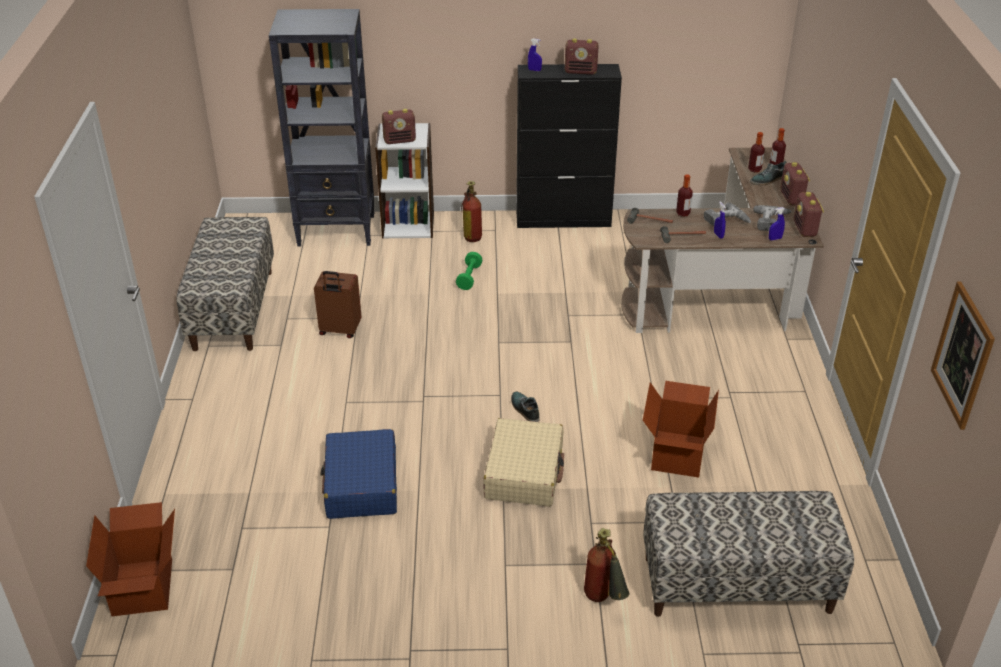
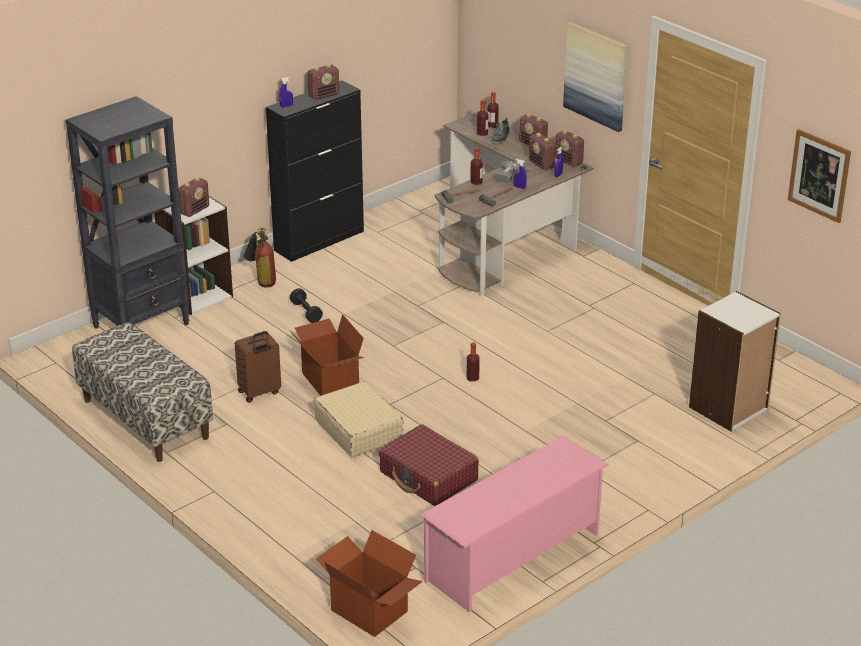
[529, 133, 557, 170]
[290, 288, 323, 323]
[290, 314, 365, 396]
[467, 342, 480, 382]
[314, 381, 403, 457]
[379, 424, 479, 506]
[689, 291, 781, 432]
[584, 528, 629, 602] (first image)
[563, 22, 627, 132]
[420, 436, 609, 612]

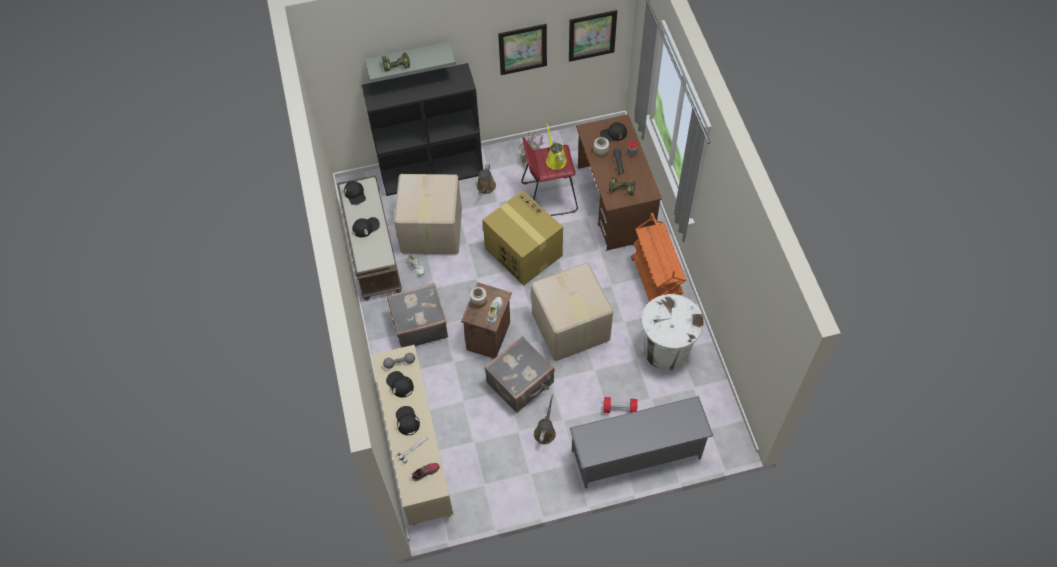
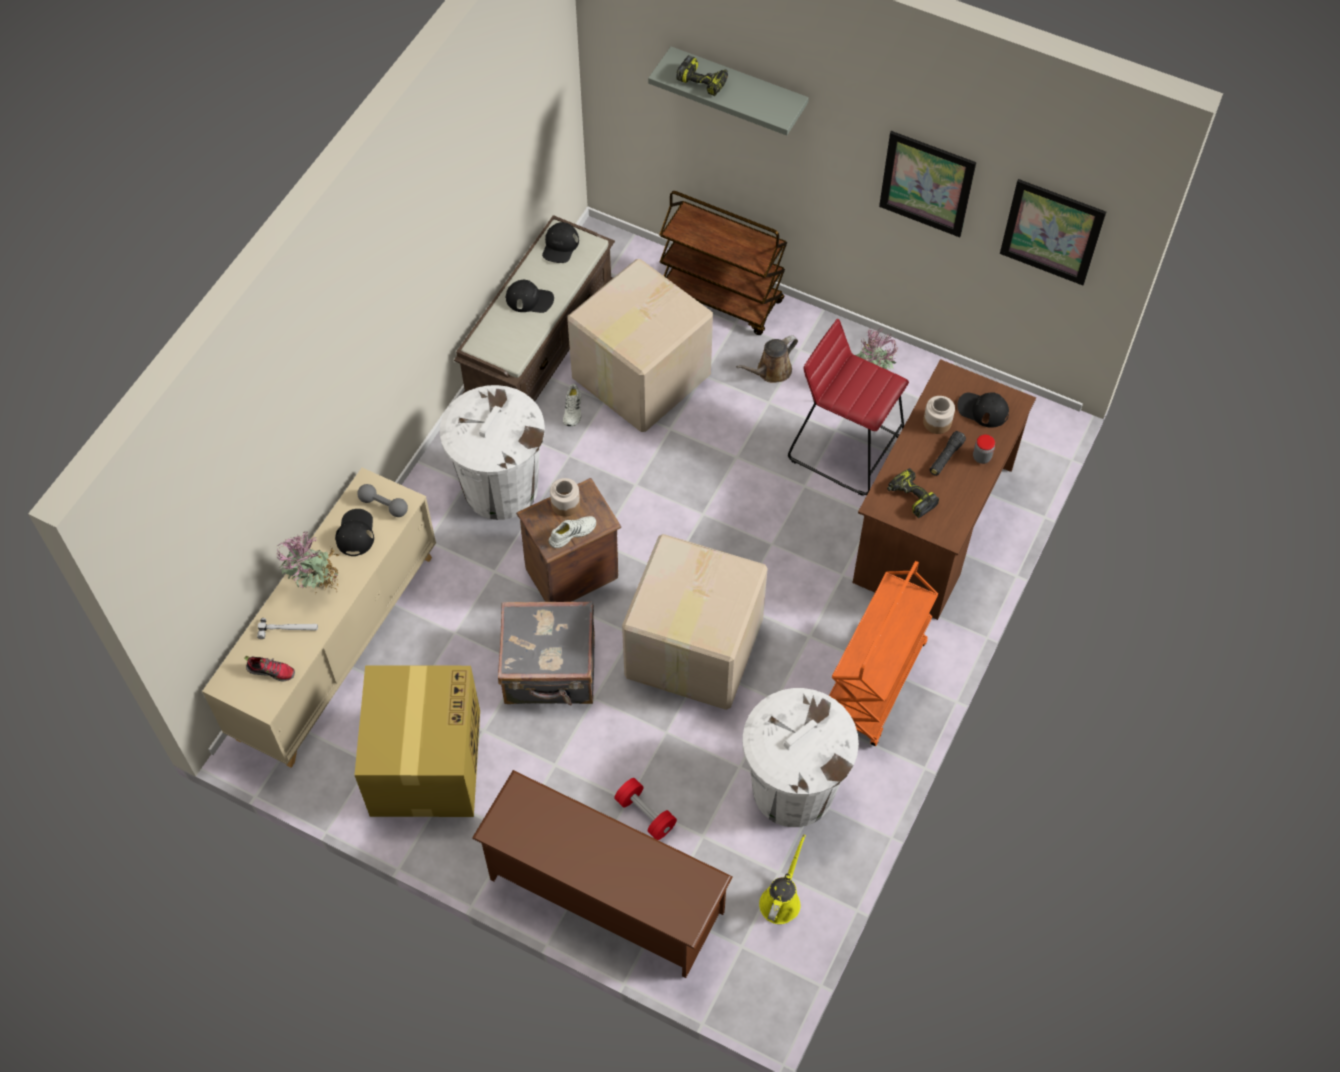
[659, 191, 787, 335]
[759, 834, 806, 924]
[354, 665, 480, 817]
[440, 385, 545, 520]
[534, 395, 556, 444] (first image)
[472, 770, 733, 978]
[277, 531, 339, 594]

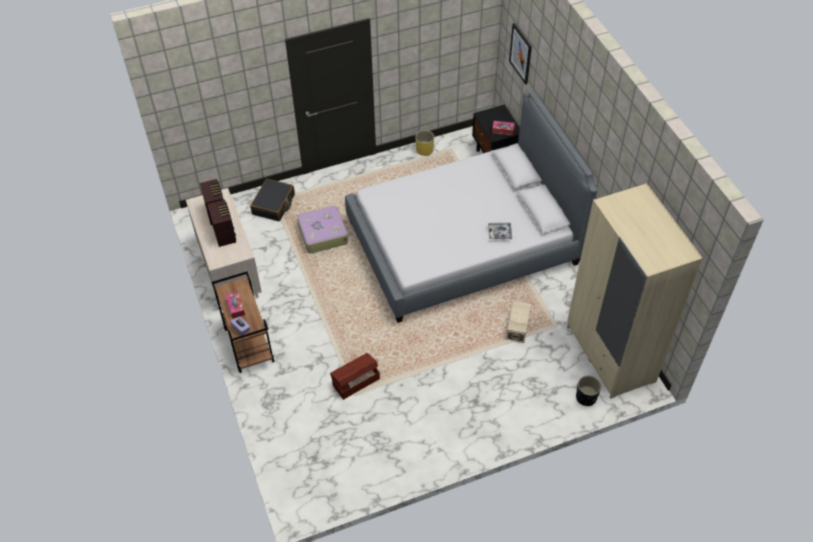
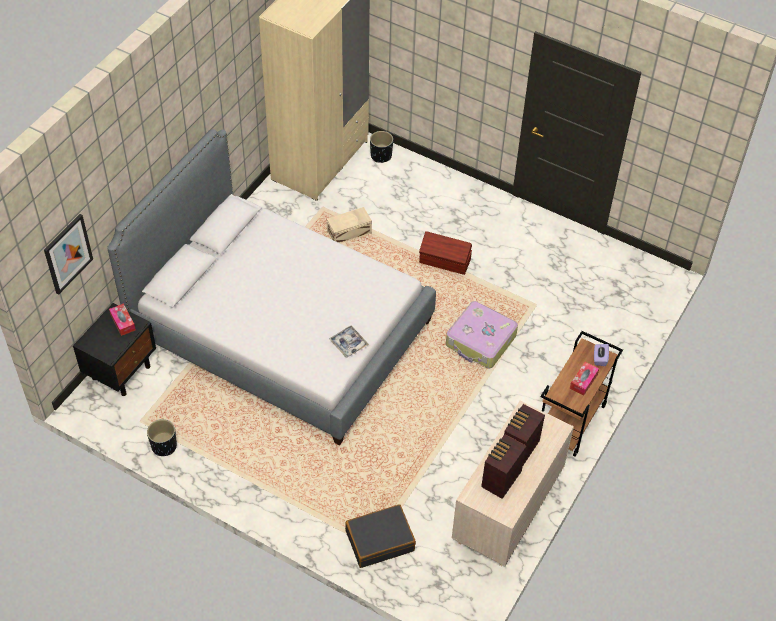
[147, 419, 177, 456]
[446, 301, 518, 368]
[329, 326, 369, 357]
[419, 231, 472, 275]

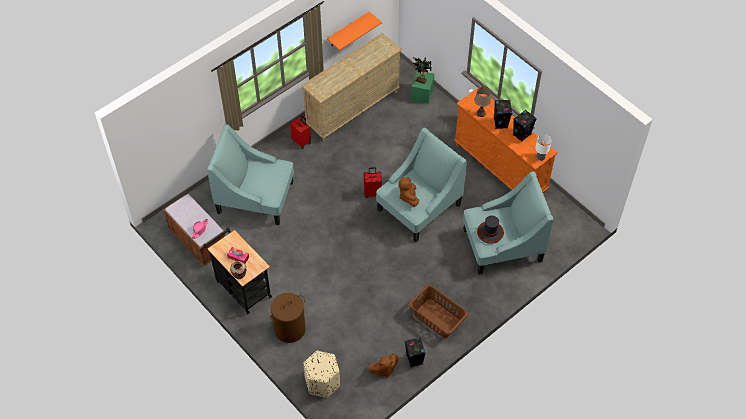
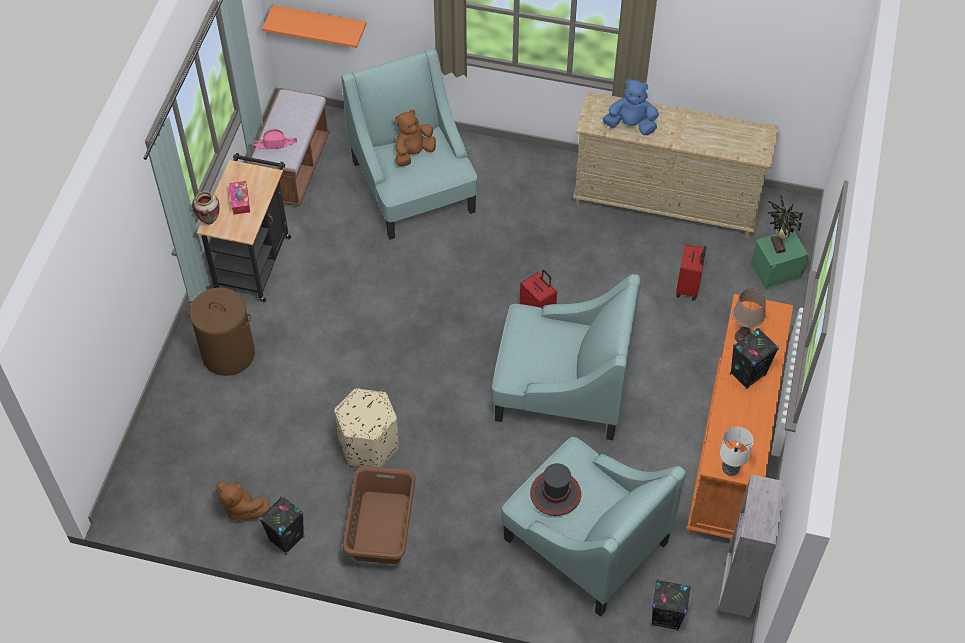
[262, 5, 366, 48]
[651, 579, 691, 631]
[676, 244, 706, 300]
[395, 110, 436, 166]
[334, 388, 399, 467]
[603, 78, 659, 135]
[715, 474, 786, 621]

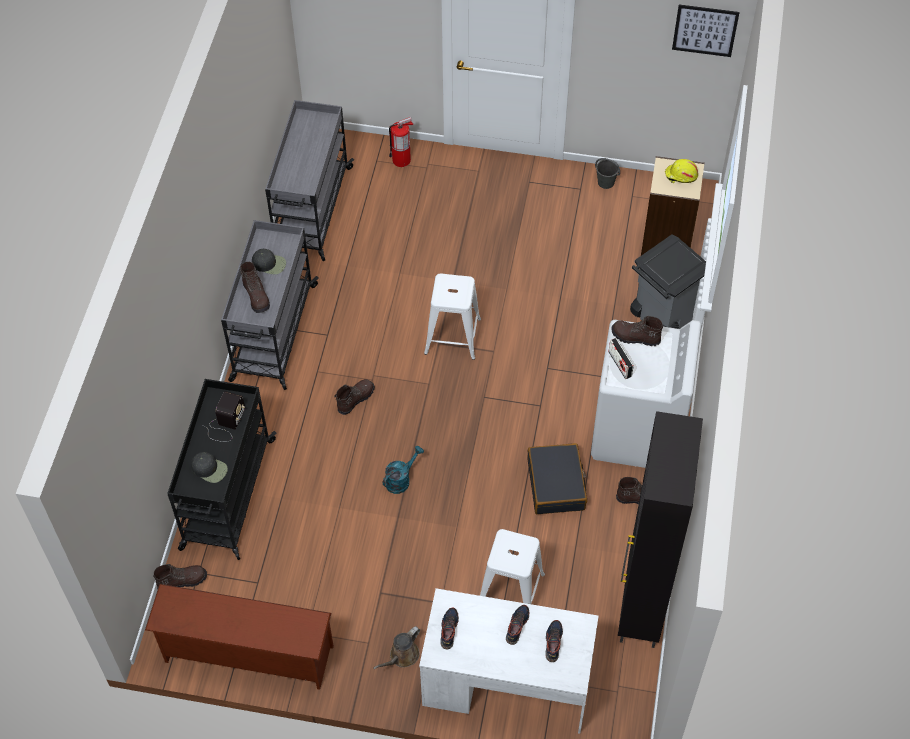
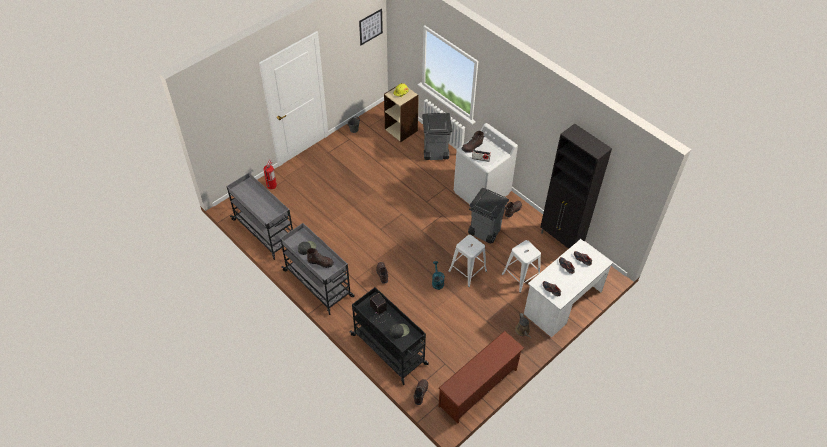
[448, 235, 487, 287]
[468, 188, 509, 243]

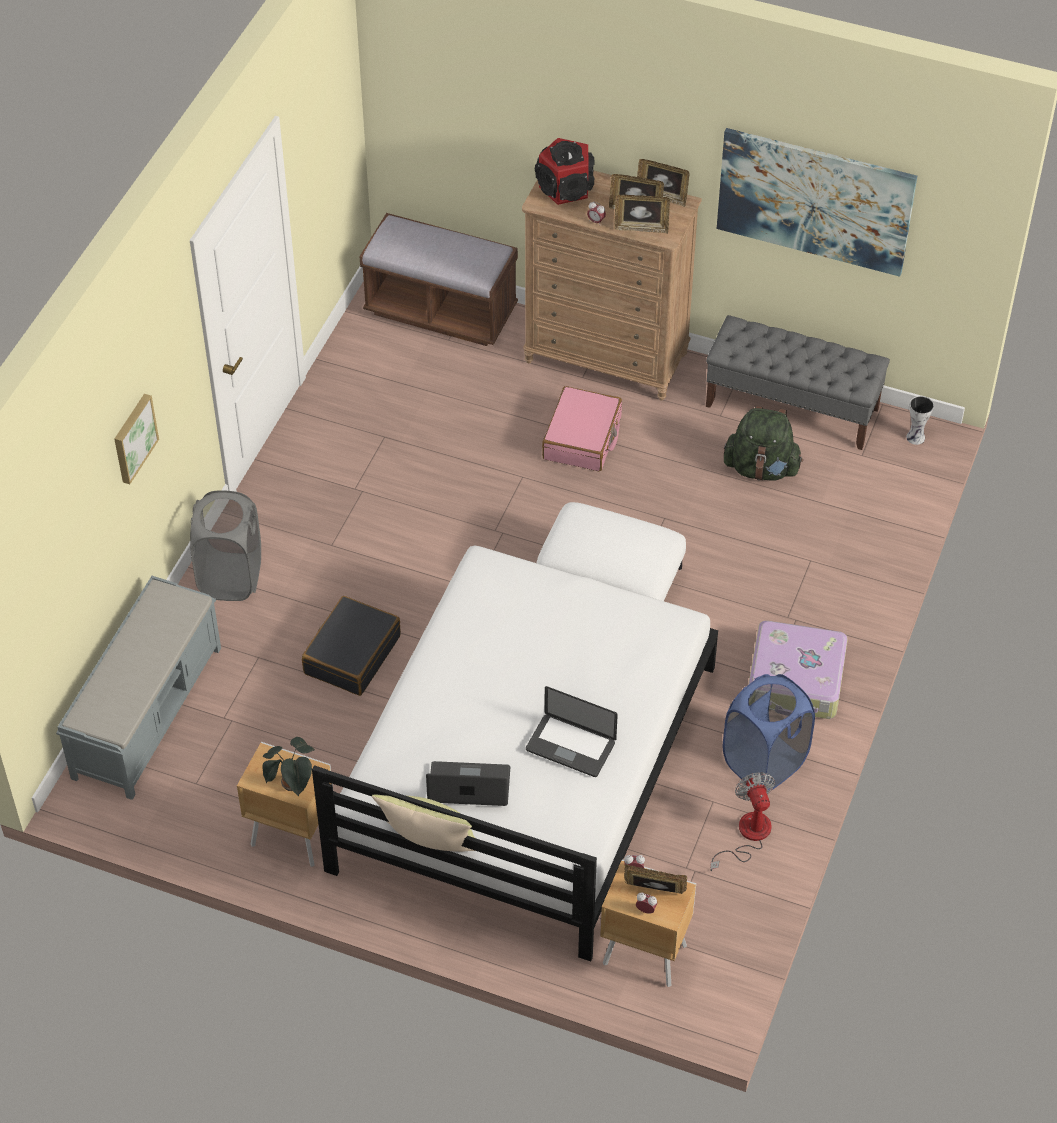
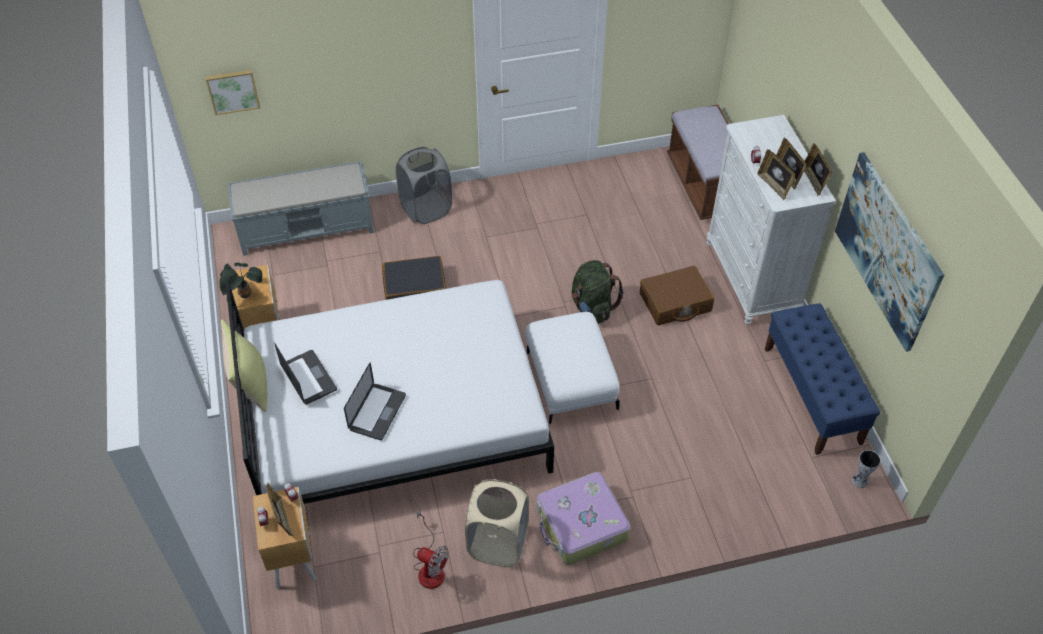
[535, 138, 594, 205] (first image)
[707, 115, 836, 325]
[765, 303, 880, 455]
[640, 266, 714, 325]
[206, 70, 260, 115]
[572, 260, 624, 324]
[465, 479, 529, 567]
[344, 362, 406, 440]
[413, 509, 449, 589]

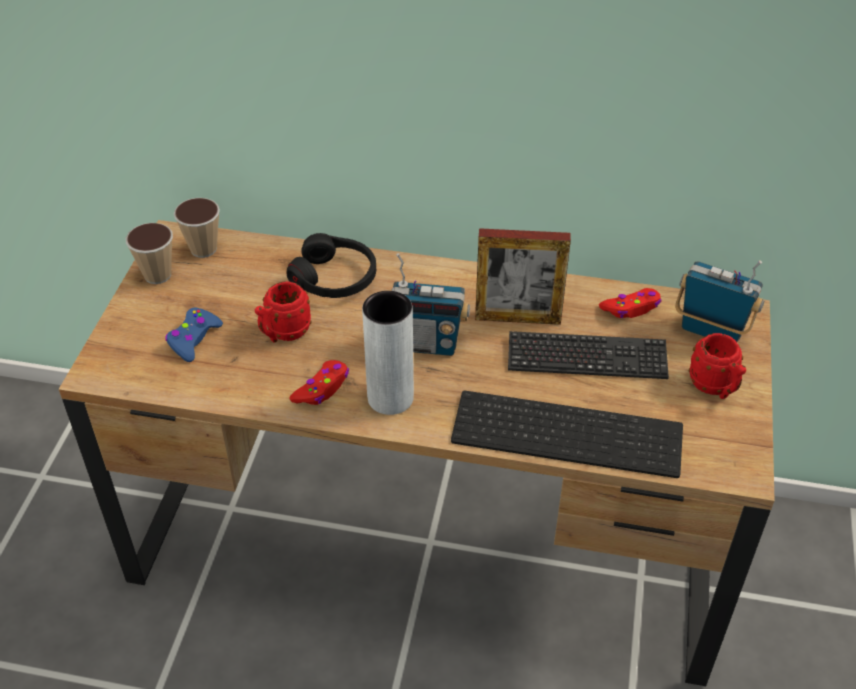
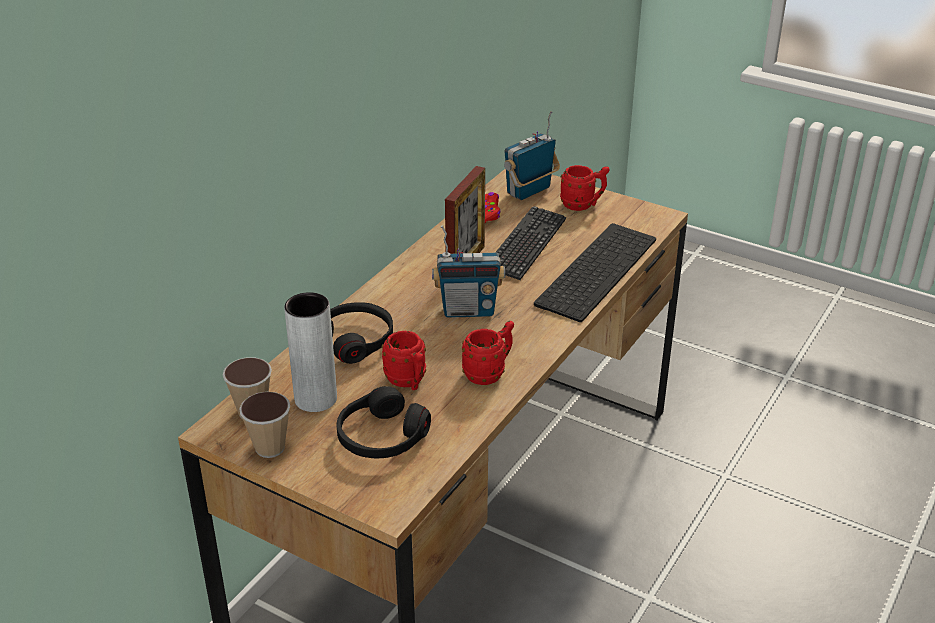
[432, 225, 505, 318]
[284, 292, 337, 412]
[337, 386, 431, 458]
[462, 321, 514, 385]

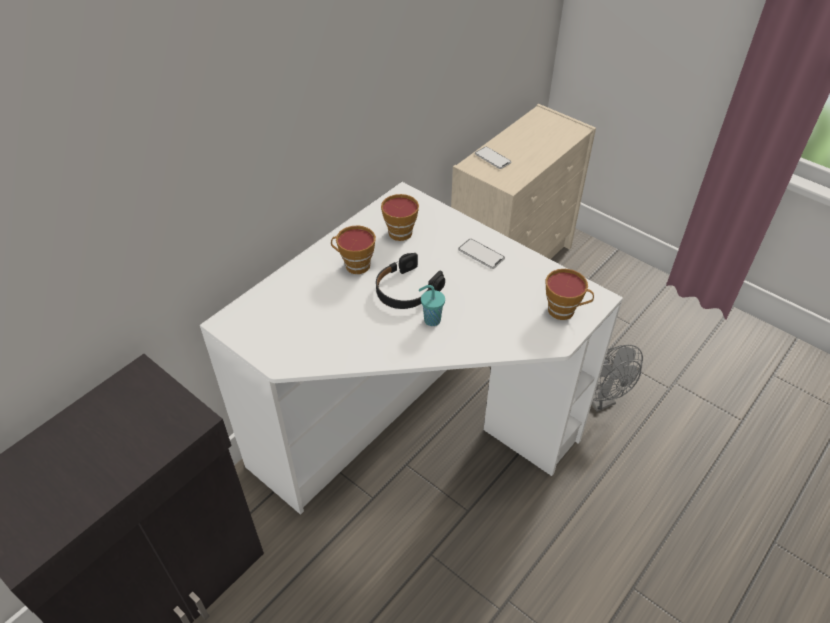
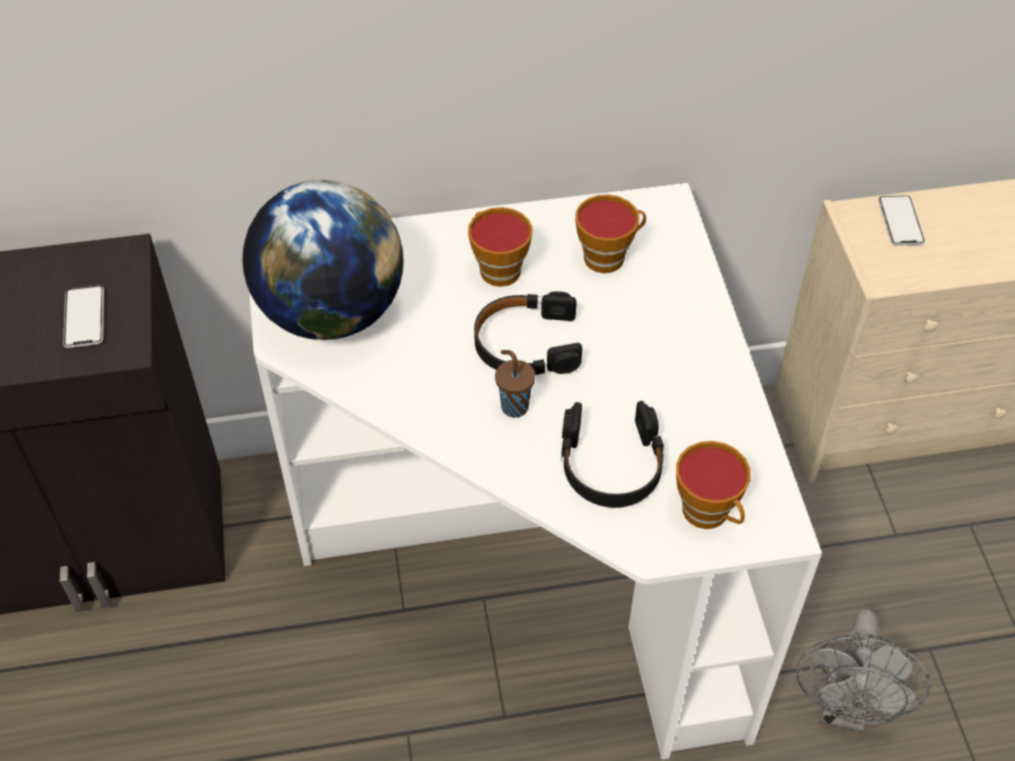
[63, 285, 104, 348]
[495, 350, 535, 418]
[242, 180, 403, 340]
[561, 401, 664, 508]

